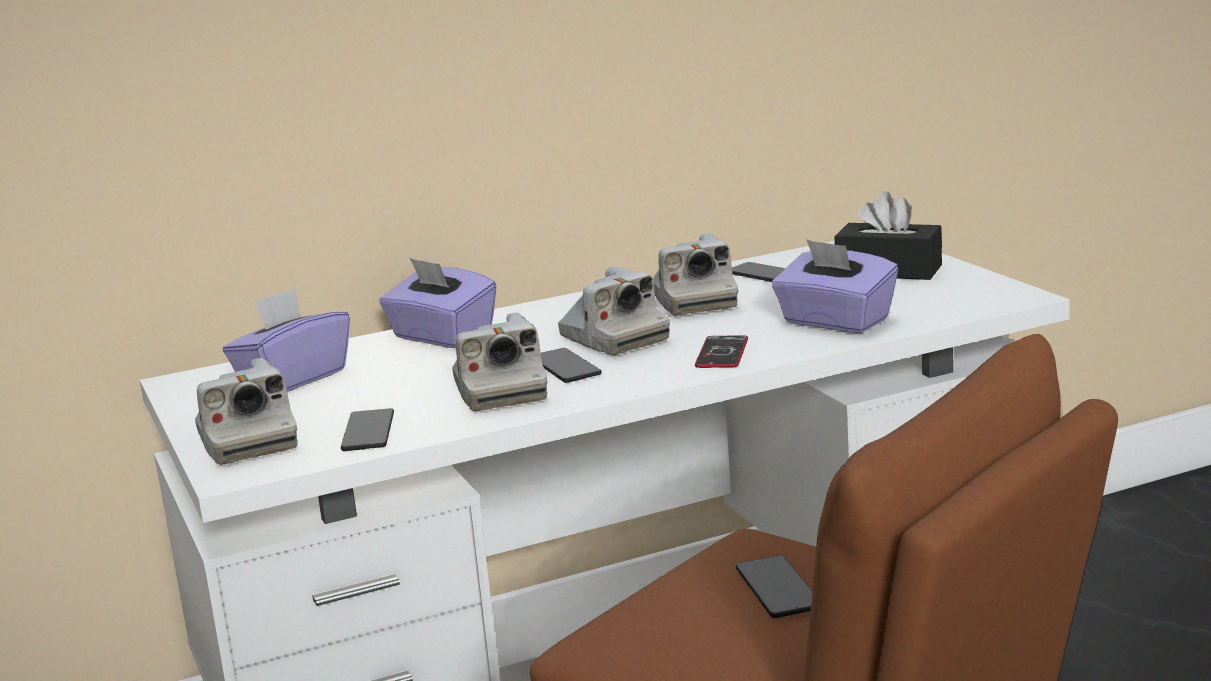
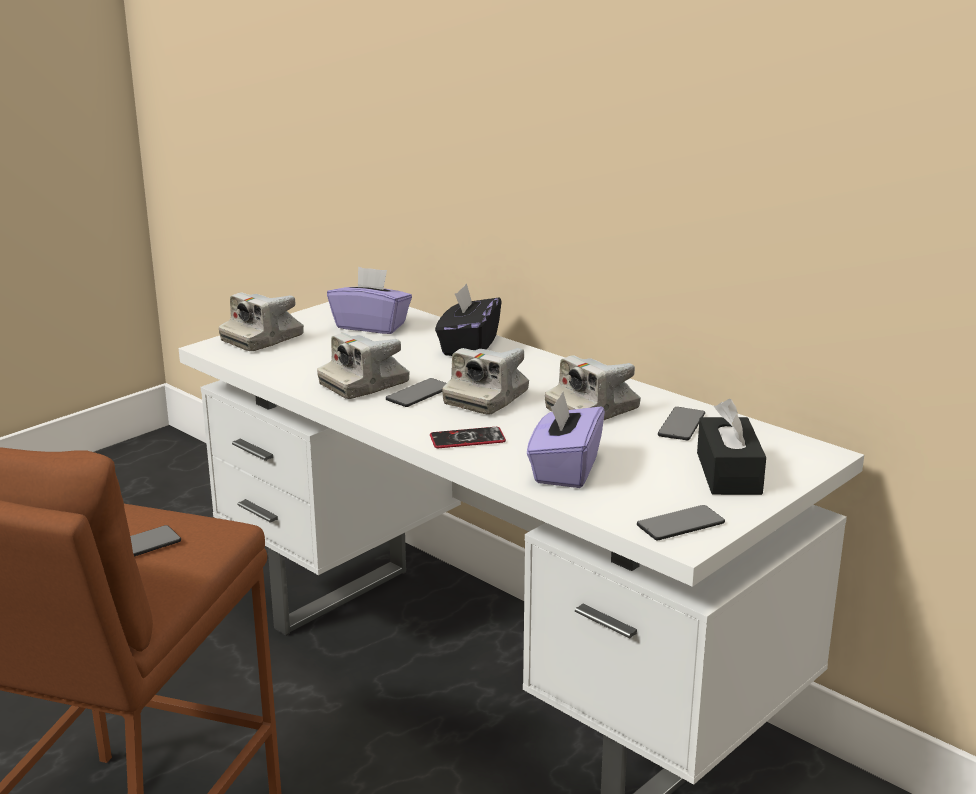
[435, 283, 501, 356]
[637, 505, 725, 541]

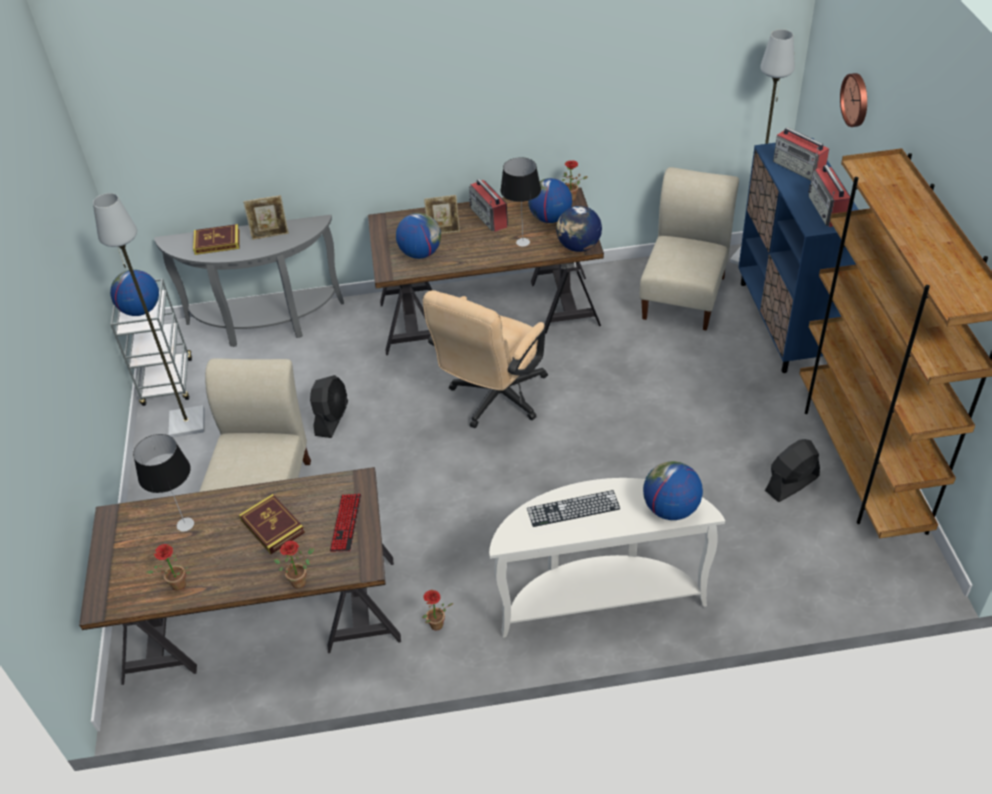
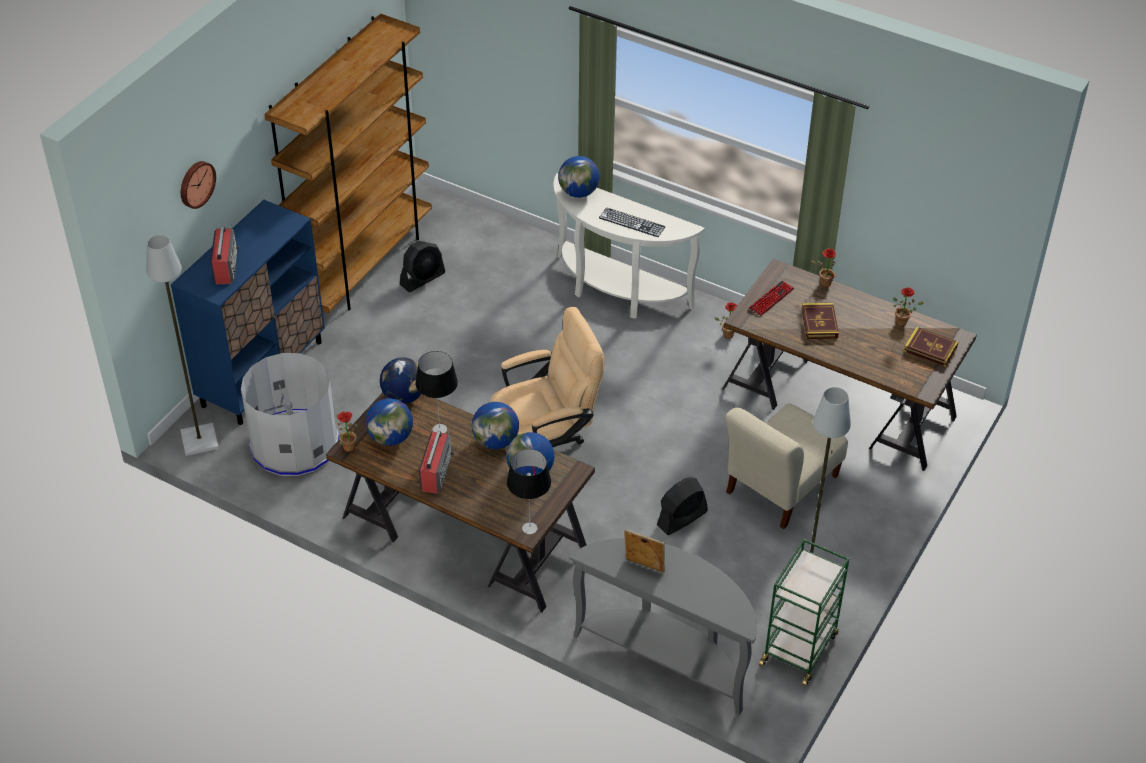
[808, 165, 850, 227] (first image)
[241, 353, 339, 476]
[424, 195, 460, 234] (first image)
[904, 327, 958, 367]
[472, 402, 519, 449]
[759, 539, 850, 686]
[507, 449, 551, 534]
[400, 241, 445, 292]

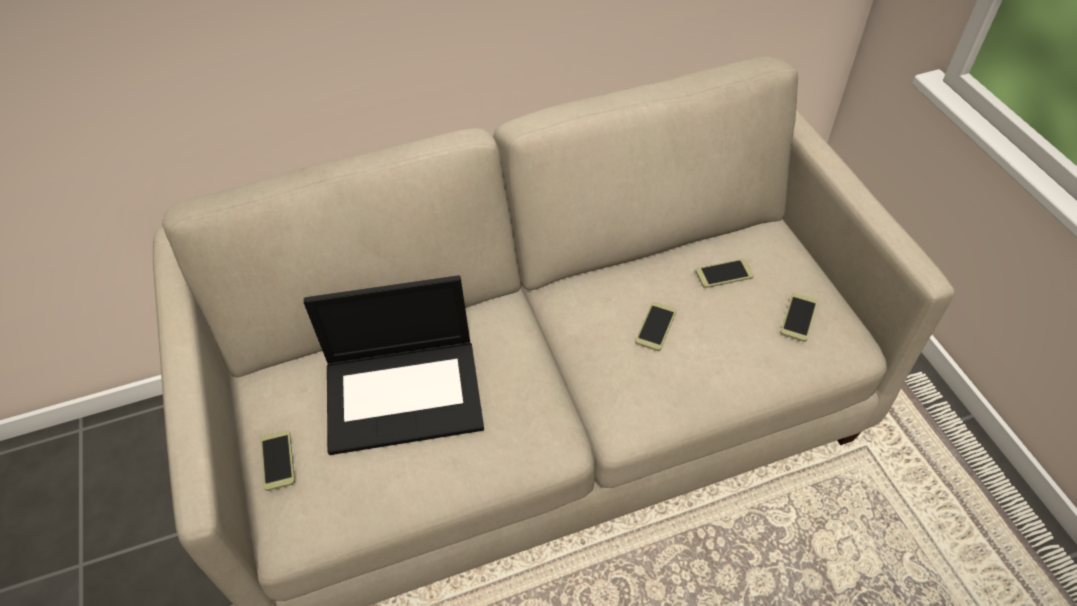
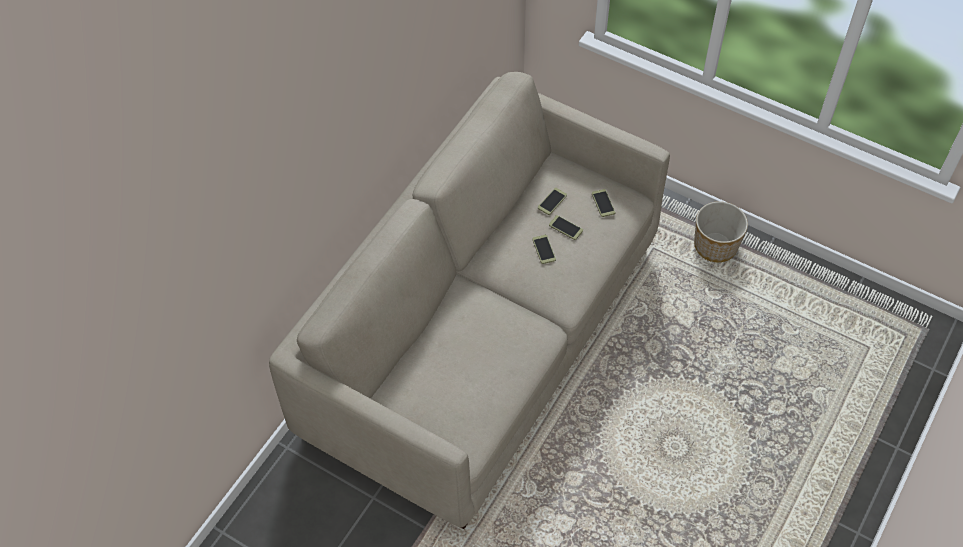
[304, 275, 484, 455] (first image)
[549, 215, 583, 240]
[694, 201, 748, 262]

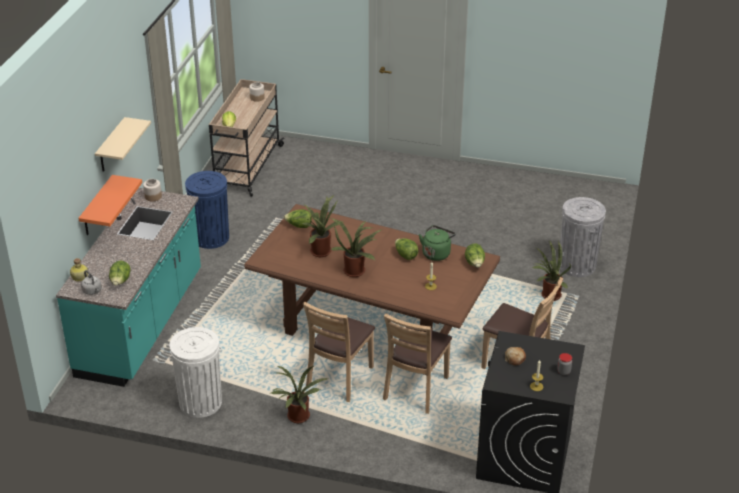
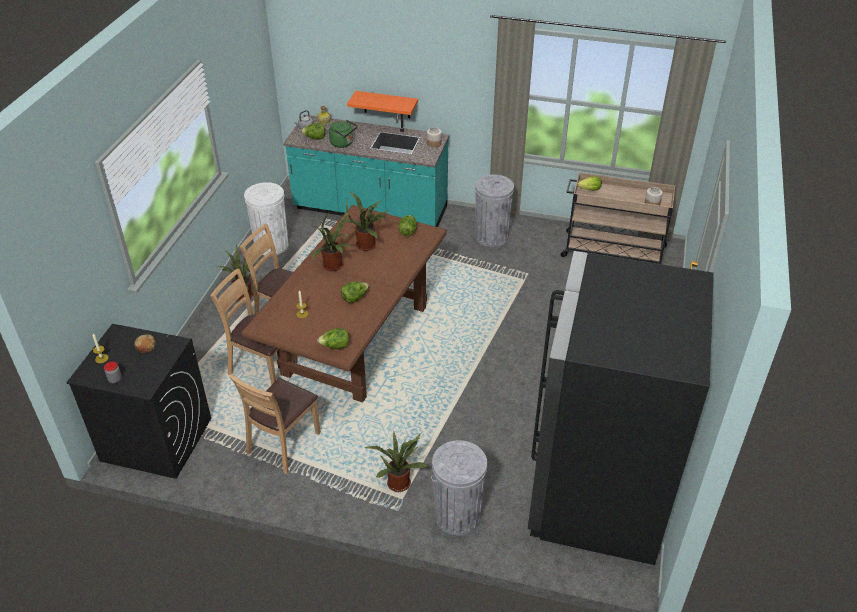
[95, 117, 151, 172] (first image)
[475, 174, 514, 247]
[329, 120, 357, 148]
[528, 251, 714, 565]

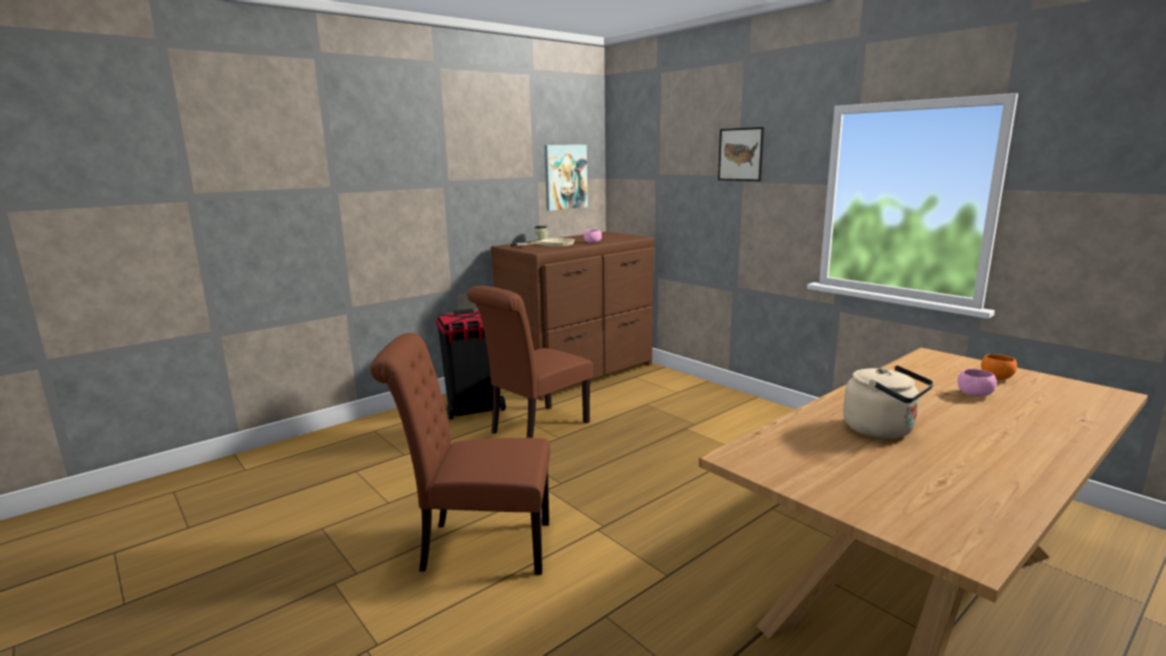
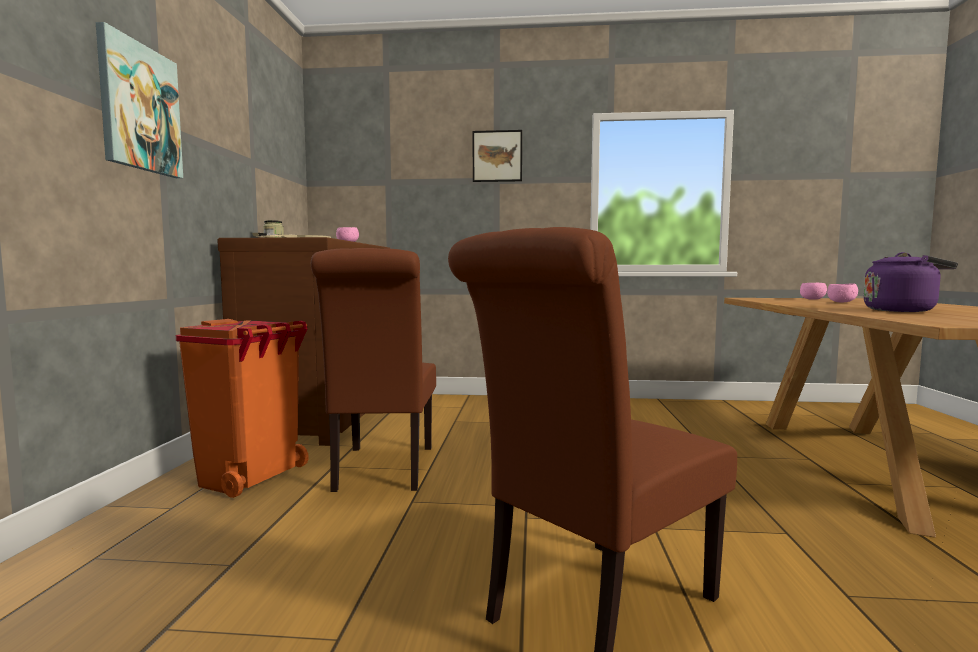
[96, 22, 183, 178]
[176, 319, 309, 498]
[800, 283, 827, 300]
[864, 252, 958, 312]

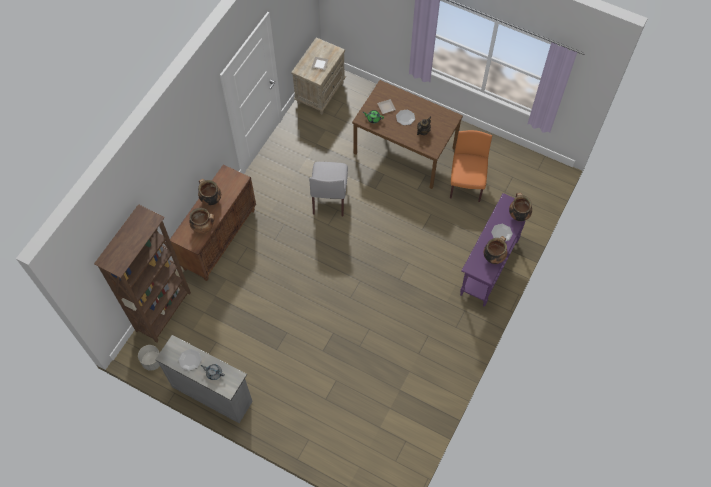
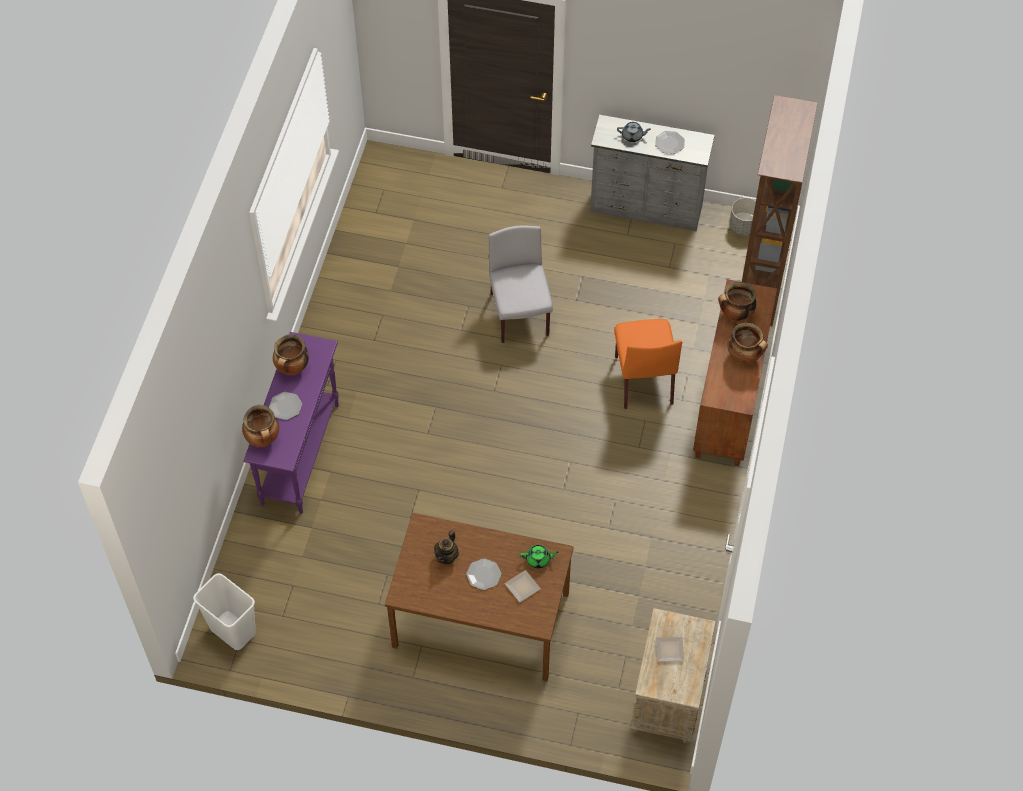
[614, 319, 682, 409]
[489, 226, 553, 343]
[193, 573, 256, 650]

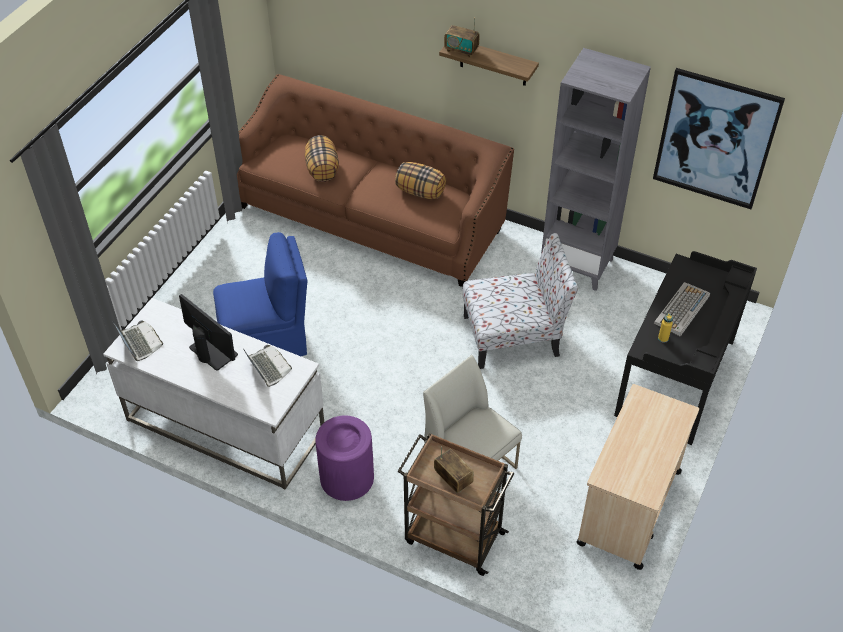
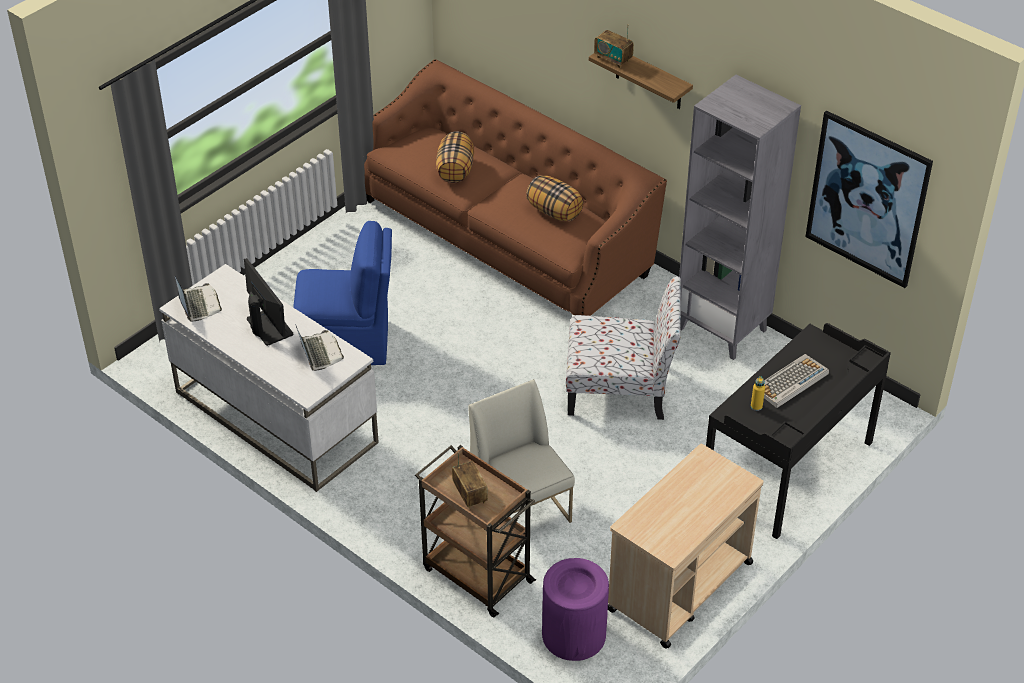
[542, 558, 609, 661]

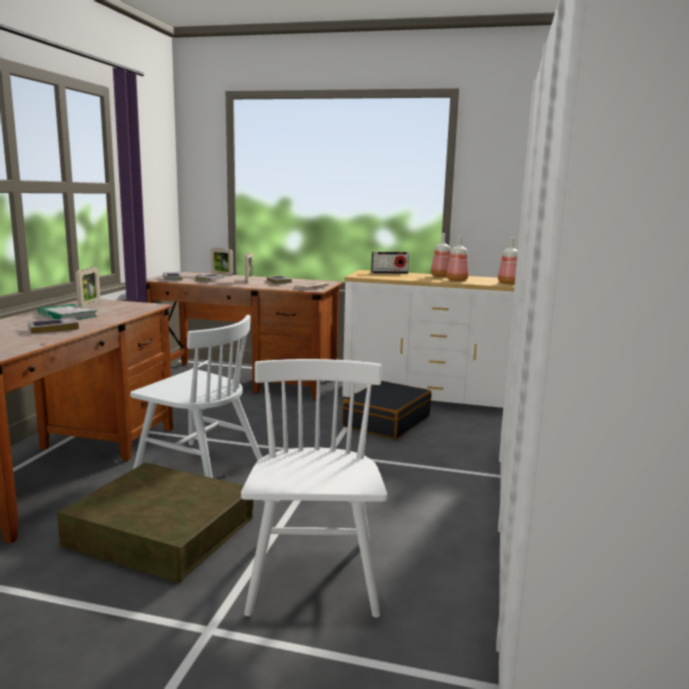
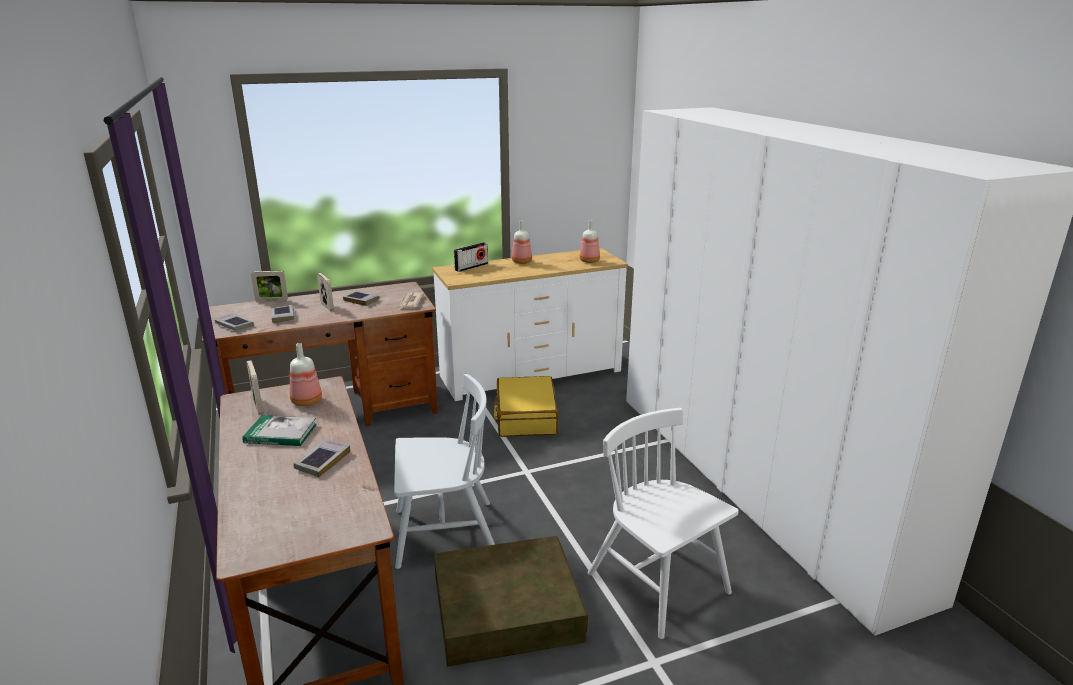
[290, 343, 322, 406]
[493, 376, 559, 437]

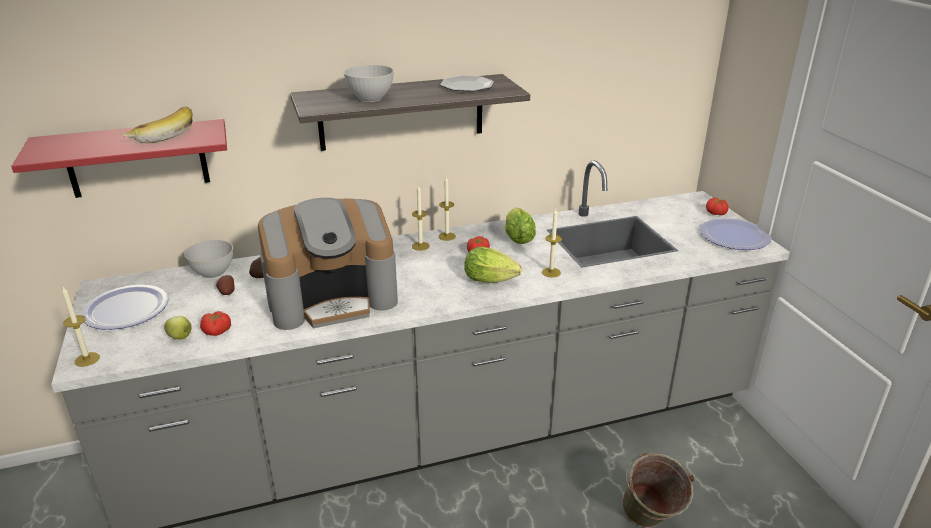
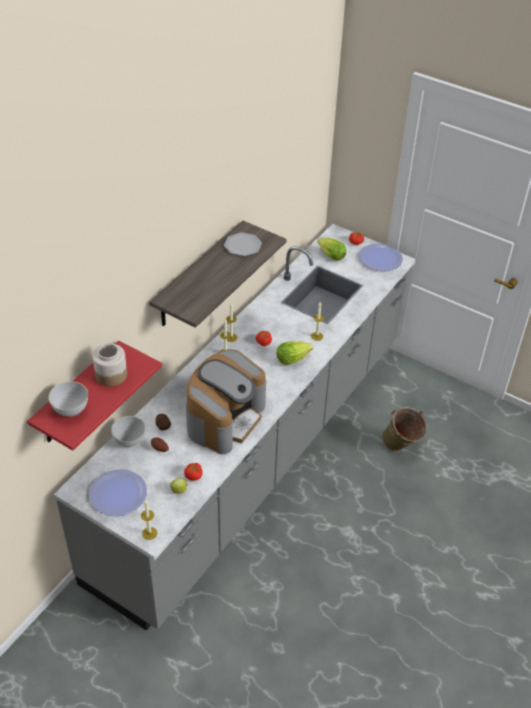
[49, 381, 88, 417]
[92, 343, 127, 387]
[317, 238, 346, 261]

